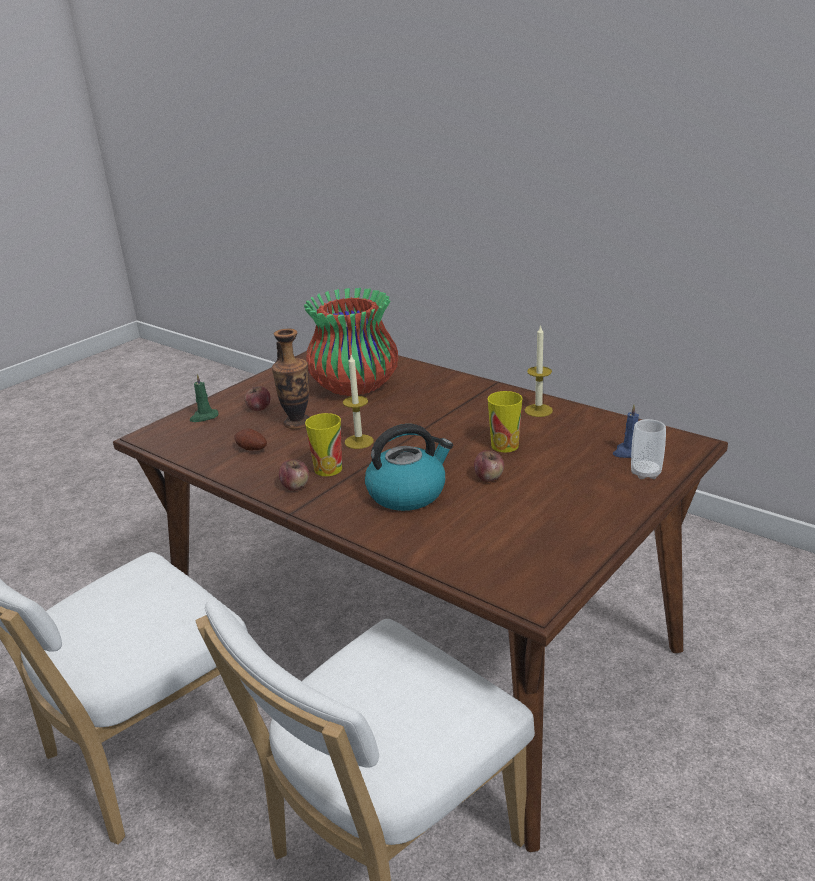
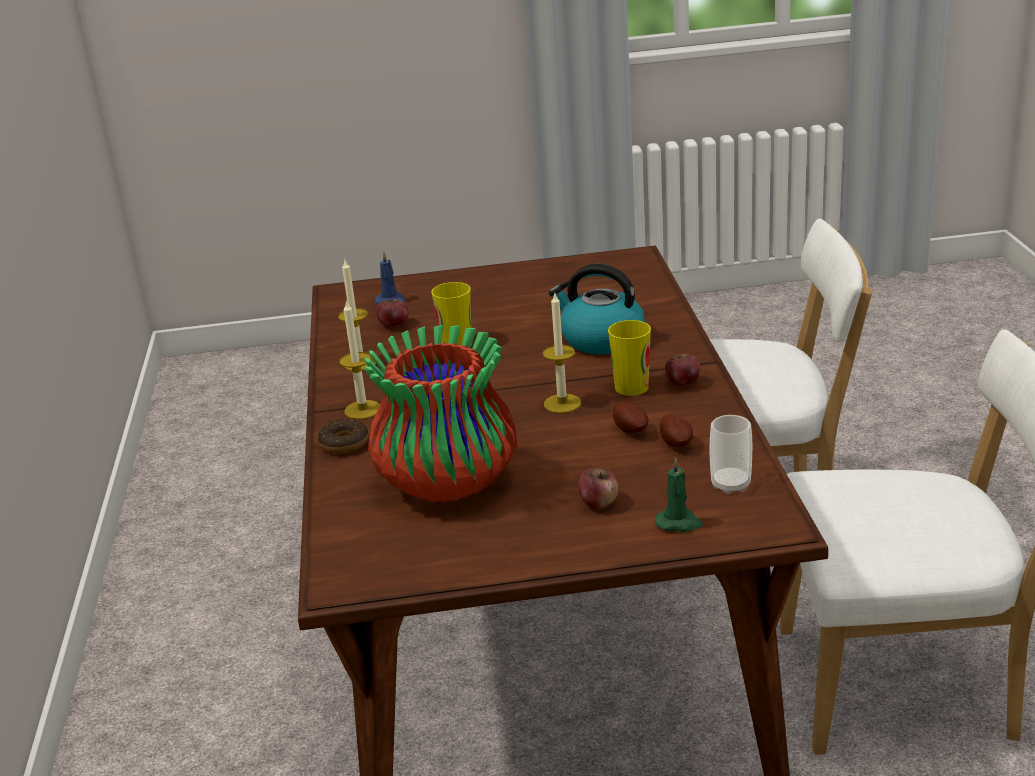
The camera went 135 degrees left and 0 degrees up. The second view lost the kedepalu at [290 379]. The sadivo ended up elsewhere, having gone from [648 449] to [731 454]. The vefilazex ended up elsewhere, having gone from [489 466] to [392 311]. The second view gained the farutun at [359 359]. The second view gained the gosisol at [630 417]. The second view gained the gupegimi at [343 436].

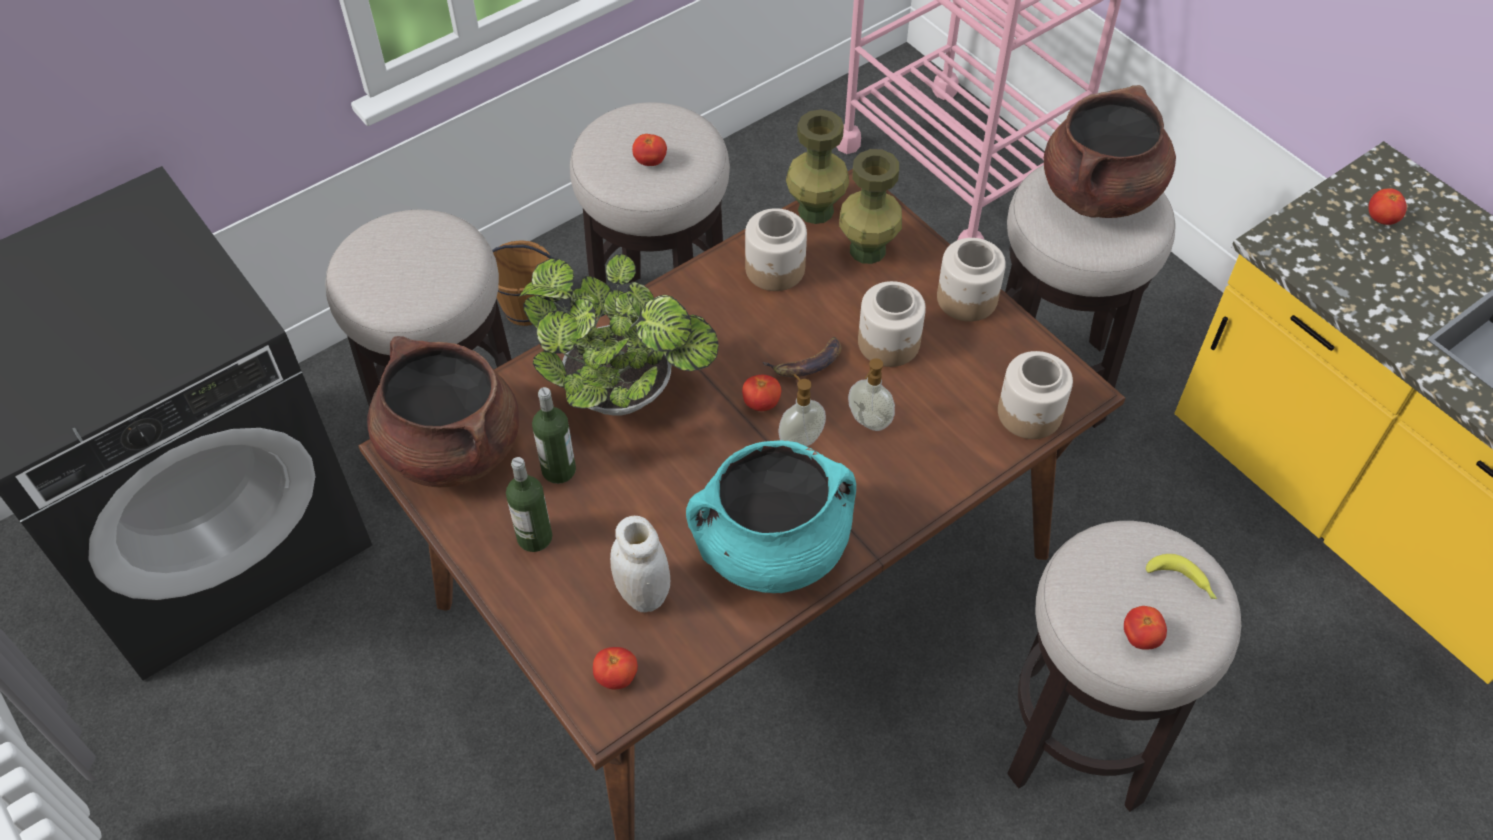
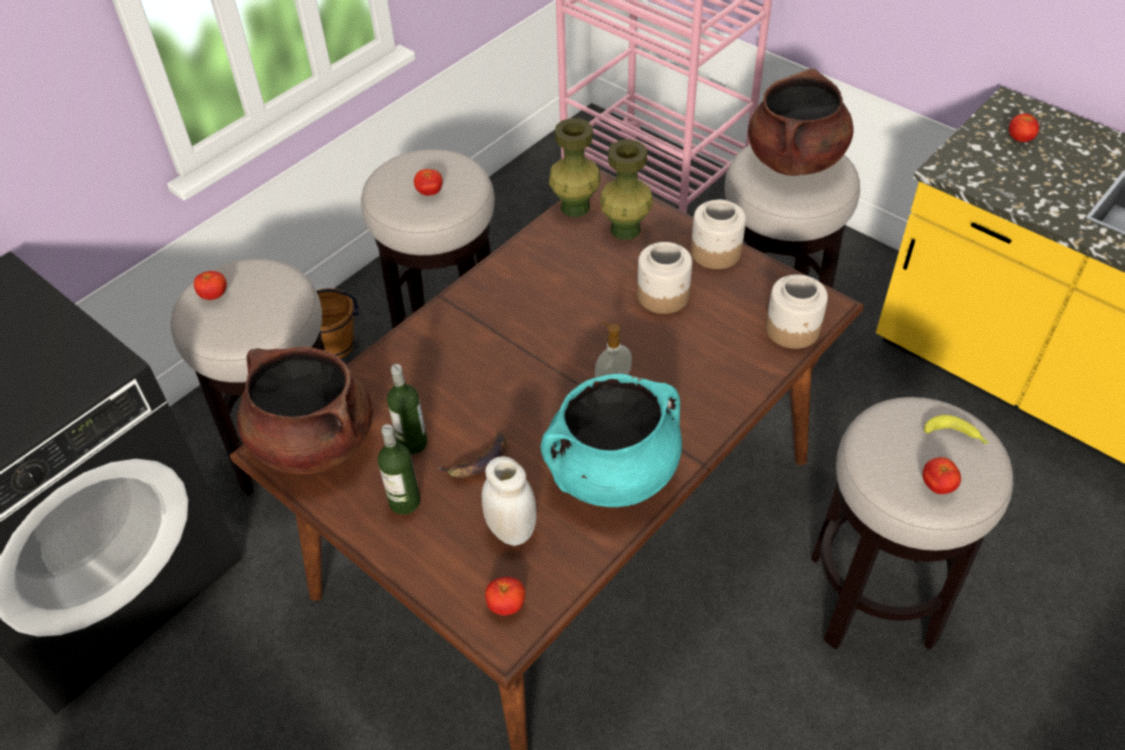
The camera went 10 degrees left and 5 degrees down. The second view lost the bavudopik at [776 249]. The second view lost the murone at [618 335]. The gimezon ended up elsewhere, having gone from [802 357] to [472 455]. The second view lost the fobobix at [871 394]. The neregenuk ended up elsewhere, having gone from [761 393] to [210 285].

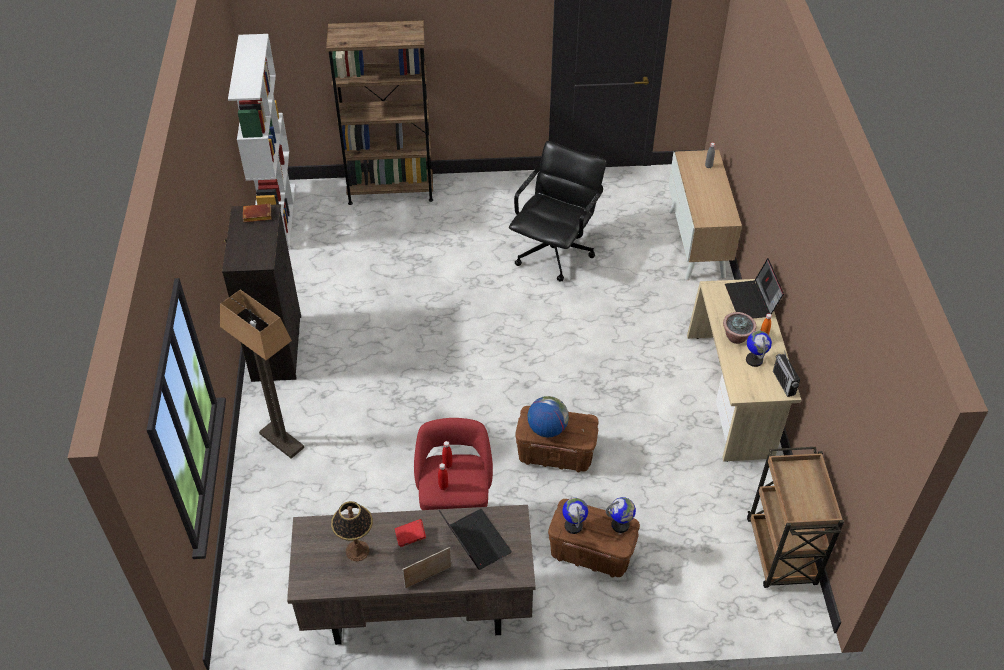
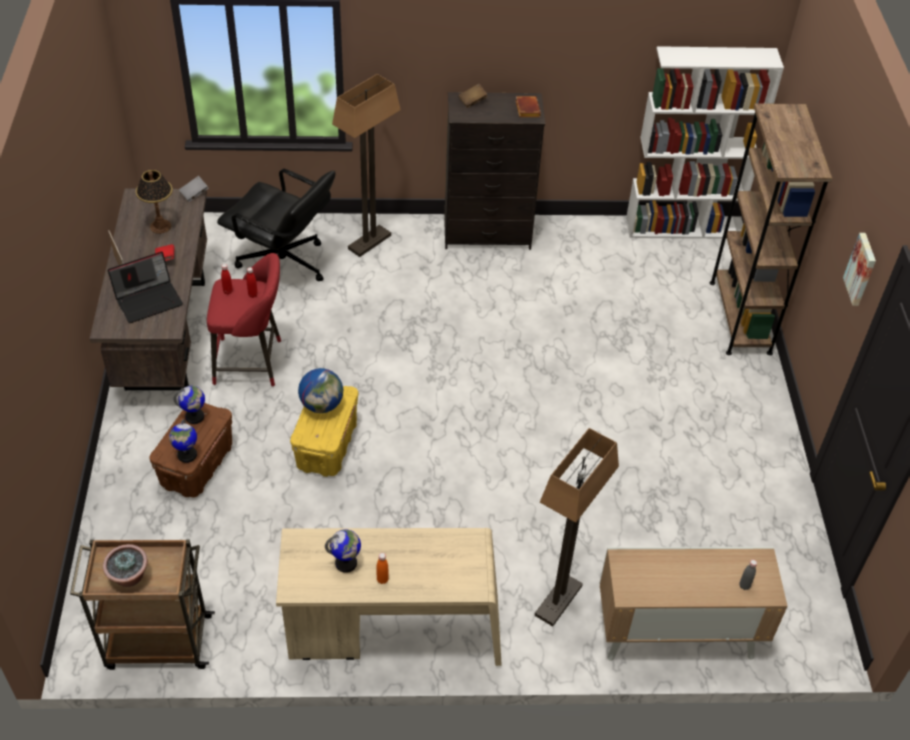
The camera went 90 degrees right and 0 degrees up. The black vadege ended up elsewhere, having gone from [558 211] to [276 225]. The second view lost the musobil at [754 288]. The murone ended up elsewhere, having gone from [739 328] to [125 565]. The second view lost the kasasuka at [786 375]. What was the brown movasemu at [557 439] turned into the yellow movasemu at [324 431]. The second view gained the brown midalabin at [473 96]. The second view gained the grey midalabin at [193 189]. The second view gained the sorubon at [859 269]. The second view gained the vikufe at [577 527].

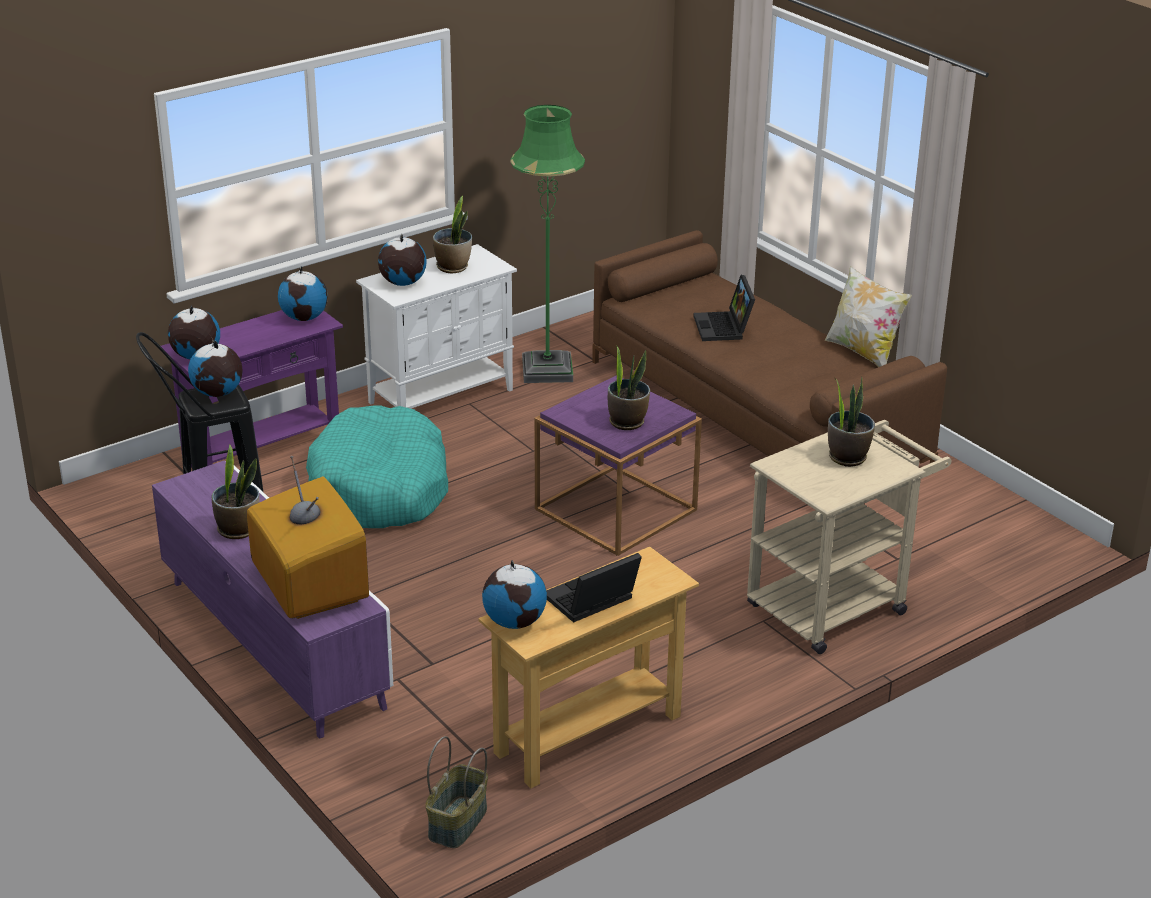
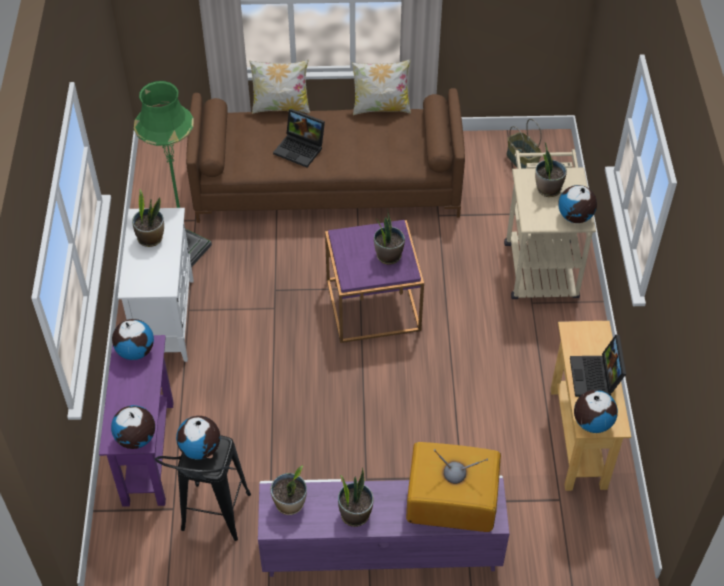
The camera went 55 degrees left and 20 degrees up. The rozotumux ended up elsewhere, having gone from [402 260] to [577 204]. The second view lost the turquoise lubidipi at [377 466]. The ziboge ended up elsewhere, having gone from [456 792] to [524 144]. The second view gained the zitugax at [279 87]. The second view gained the murone at [288 490].

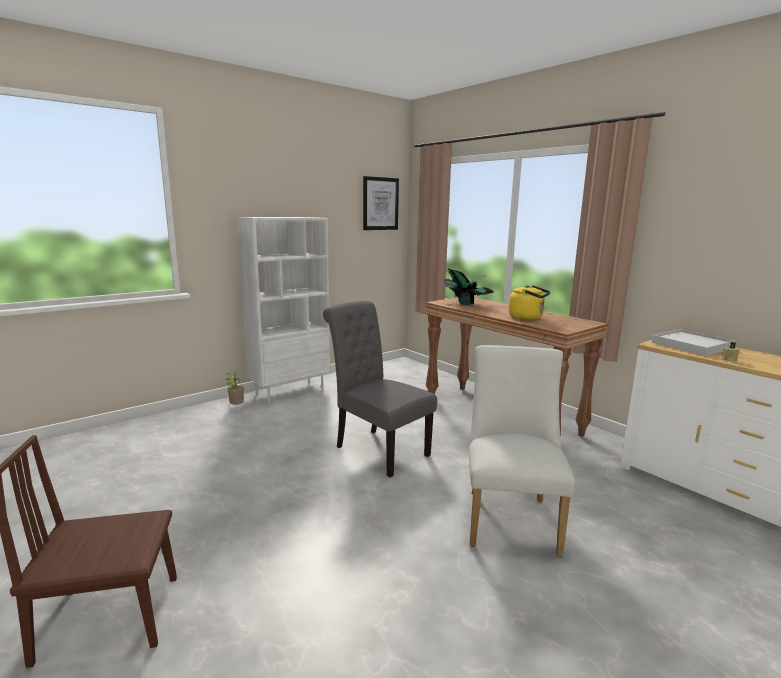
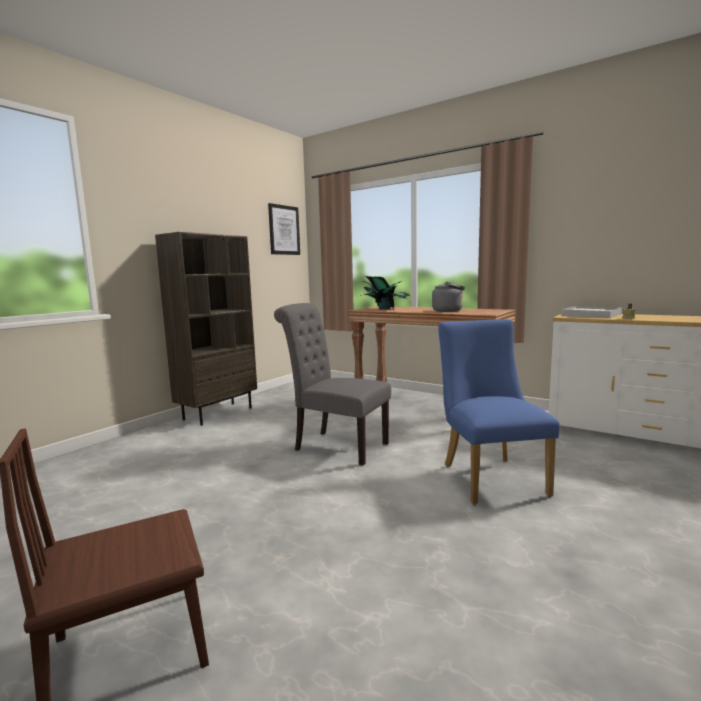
The camera went 15 degrees left and 5 degrees down. What was the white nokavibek at [283 310] turned into the brown nokavibek at [206 329]. What was the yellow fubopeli at [529 302] turned into the grey fubopeli at [448 297]. What was the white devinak at [522 450] turned into the blue devinak at [499 412]. The second view lost the murone at [235 388].

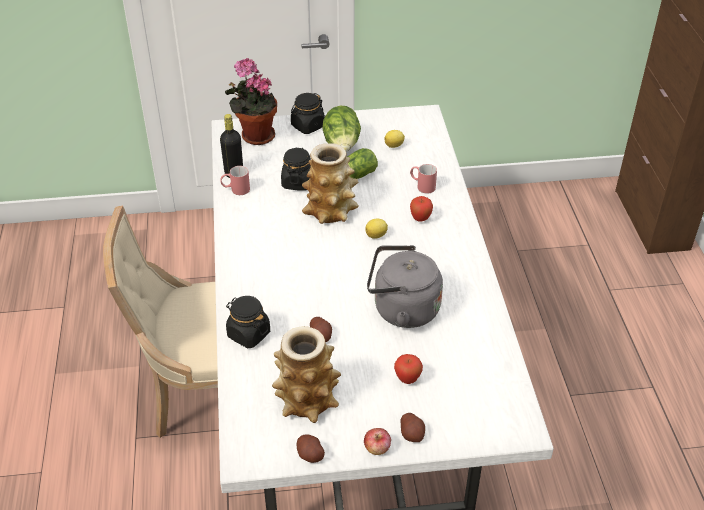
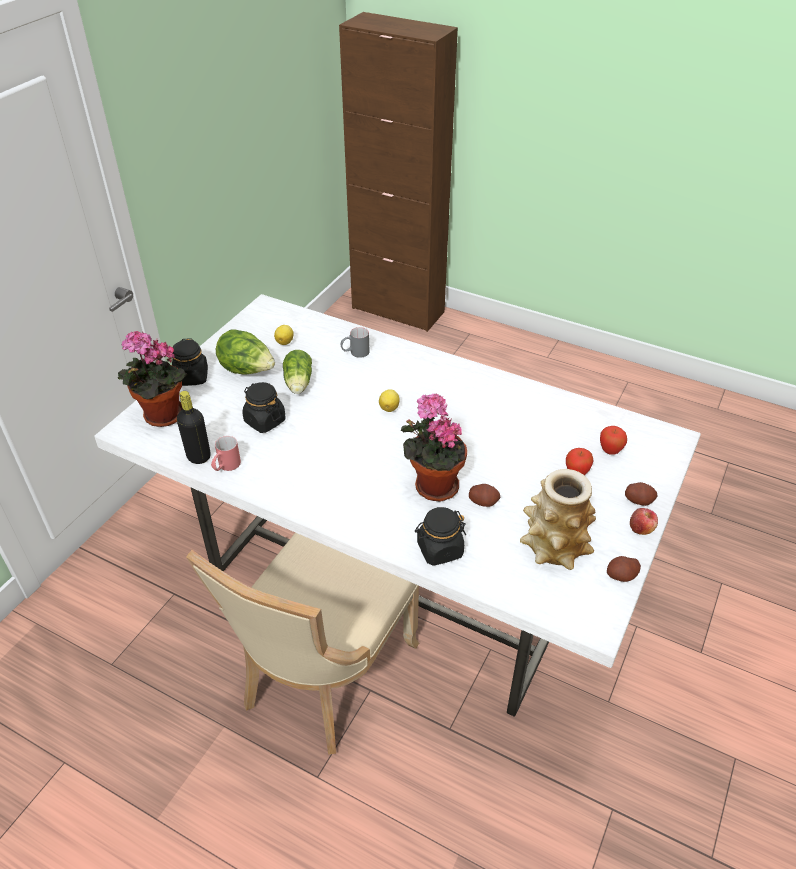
The camera went 55 degrees left and 0 degrees up. The second view lost the kedepalu at [330 183]. What was the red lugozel at [423 179] turned into the grey lugozel at [355 342]. The vefilazex ended up elsewhere, having gone from [421 208] to [613 440]. The second view lost the grey fubopeli at [405 286]. The second view gained the murone at [434 448].

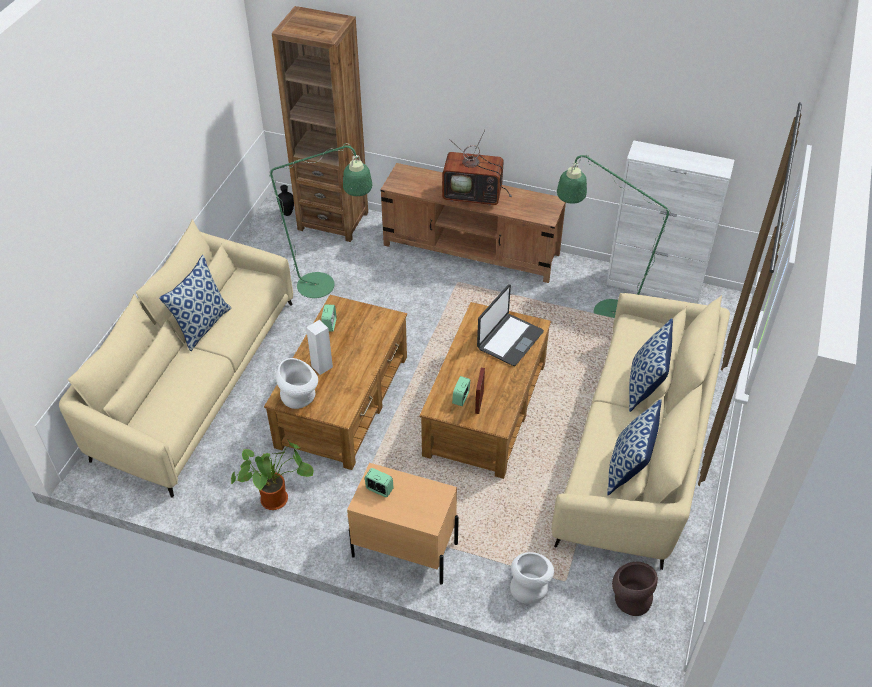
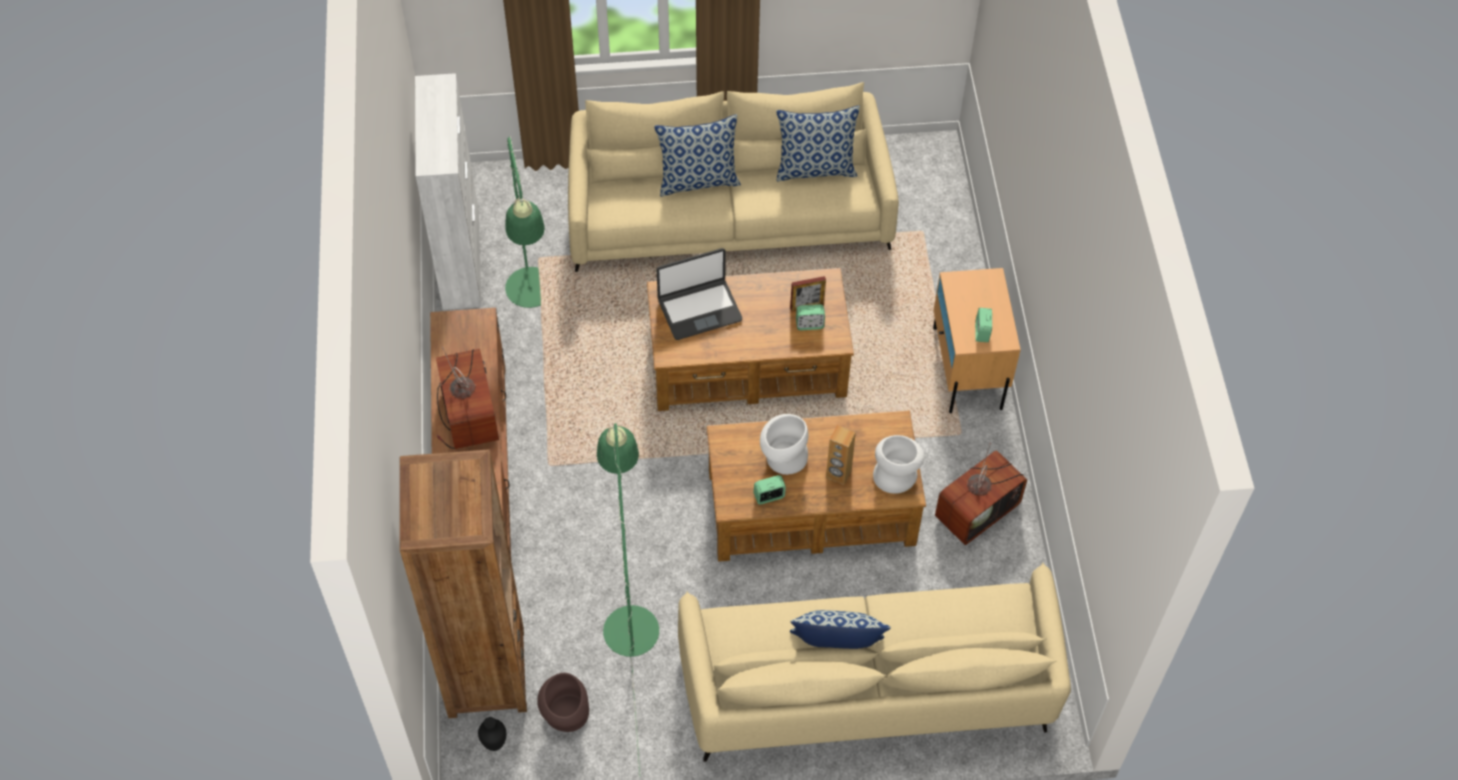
The camera went 115 degrees left and 10 degrees up. The musobil at [510 325] ended up facing another way, 150 degrees clockwise from before. What was the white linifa at [319 347] turned into the brown linifa at [841 455]. Where the murone stood at [272 474], the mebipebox came to stand at [981 494]. The white kedepalu ended up elsewhere, having gone from [532 578] to [784 444]. The brown kedepalu ended up elsewhere, having gone from [635 589] to [563 702].

